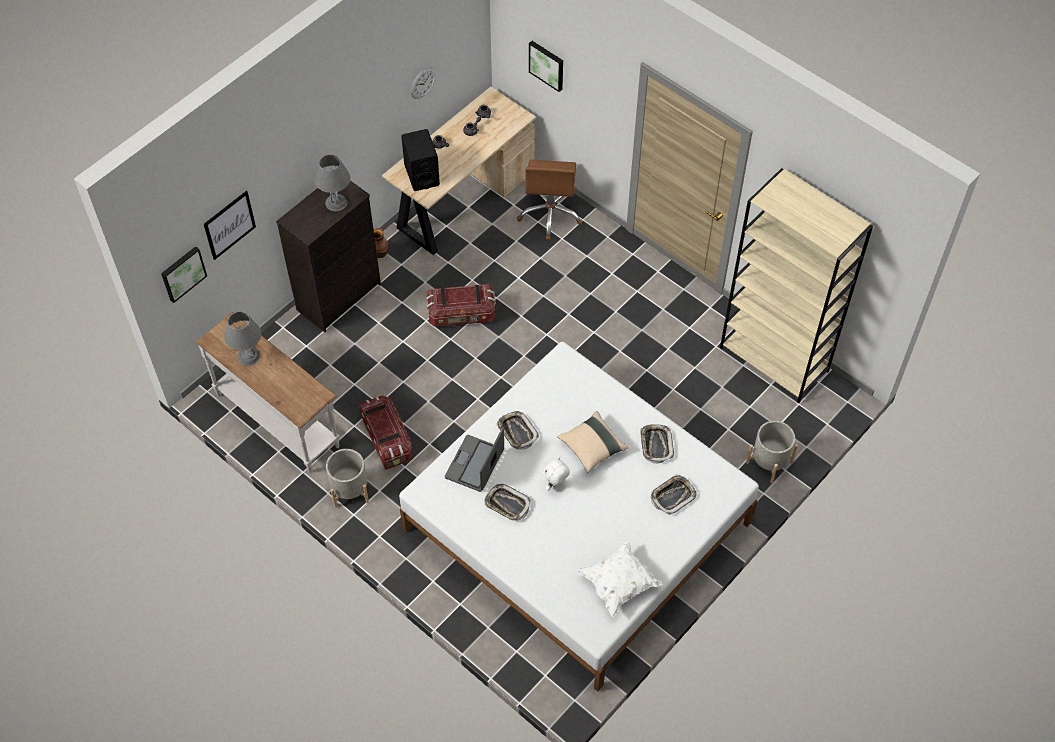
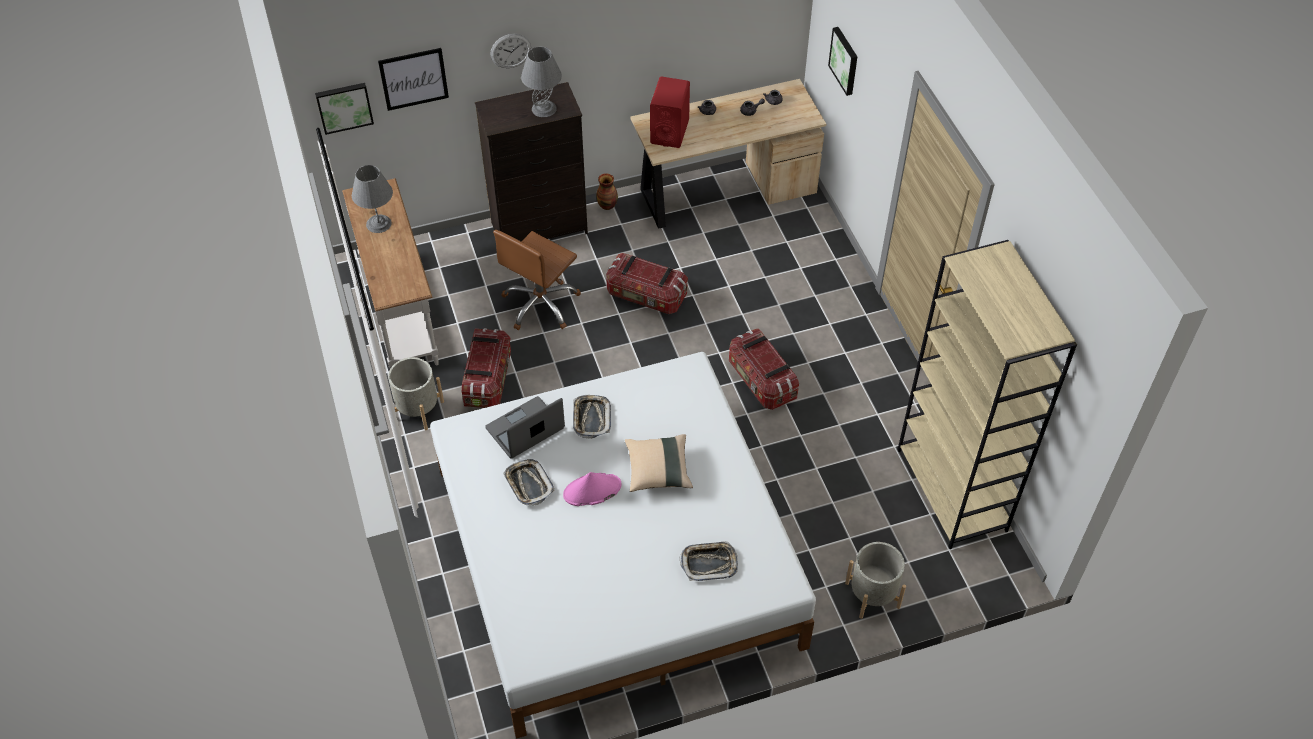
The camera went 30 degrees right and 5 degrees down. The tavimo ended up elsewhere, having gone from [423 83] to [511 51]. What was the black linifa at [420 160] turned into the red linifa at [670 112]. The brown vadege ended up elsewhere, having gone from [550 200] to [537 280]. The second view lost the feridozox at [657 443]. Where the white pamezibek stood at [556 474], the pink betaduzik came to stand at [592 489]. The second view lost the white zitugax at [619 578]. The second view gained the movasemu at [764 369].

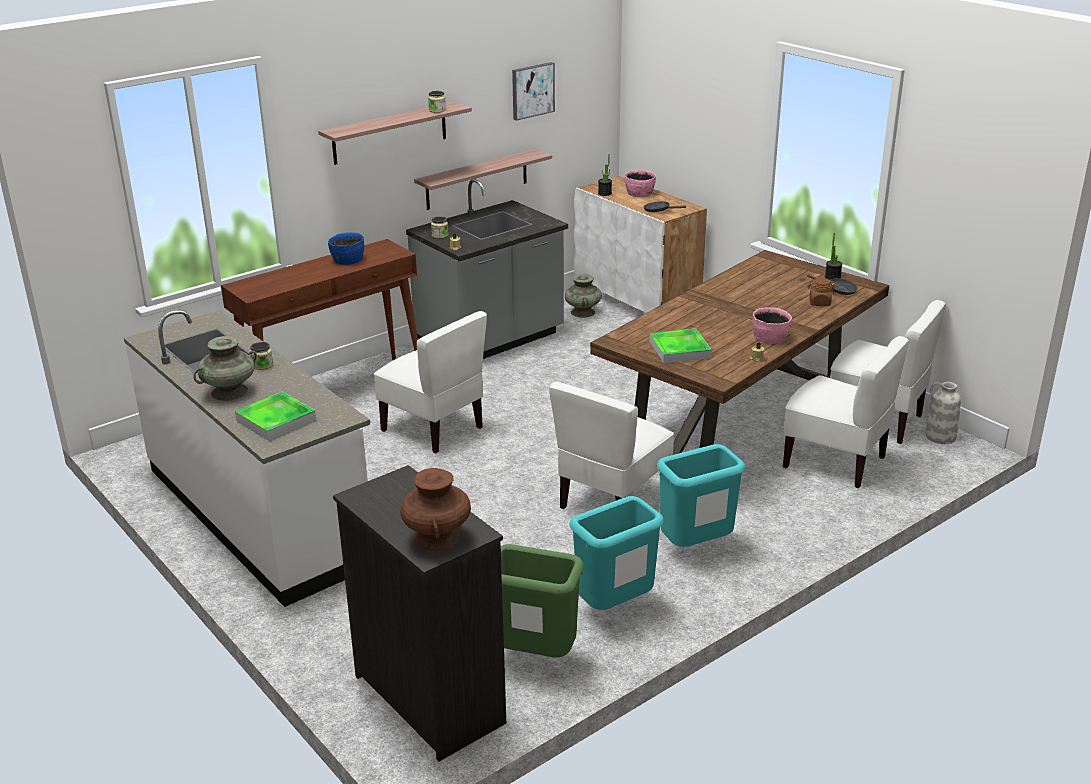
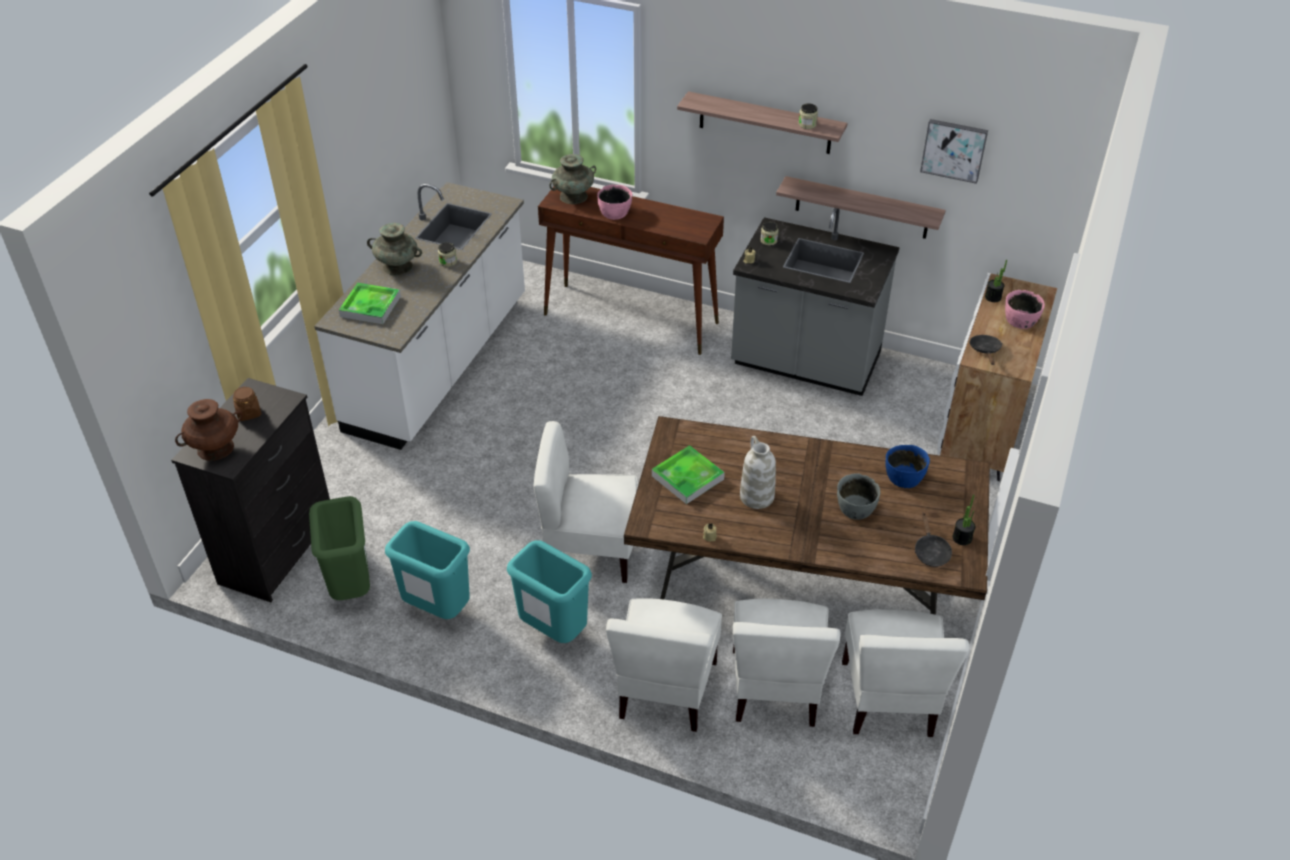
The camera went 60 degrees right and 15 degrees up. The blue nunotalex ended up elsewhere, having gone from [346 248] to [907 466]. The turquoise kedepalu ended up elsewhere, having gone from [583 296] to [573 179]. The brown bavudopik ended up elsewhere, having gone from [821 292] to [247 404]. The pink nunotalex ended up elsewhere, having gone from [772 325] to [614 202]. The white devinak ended up elsewhere, having gone from [430 382] to [664 665]. The white kedepalu ended up elsewhere, having gone from [943 413] to [758 472]. The second view gained the grey nunotalex at [858 496].

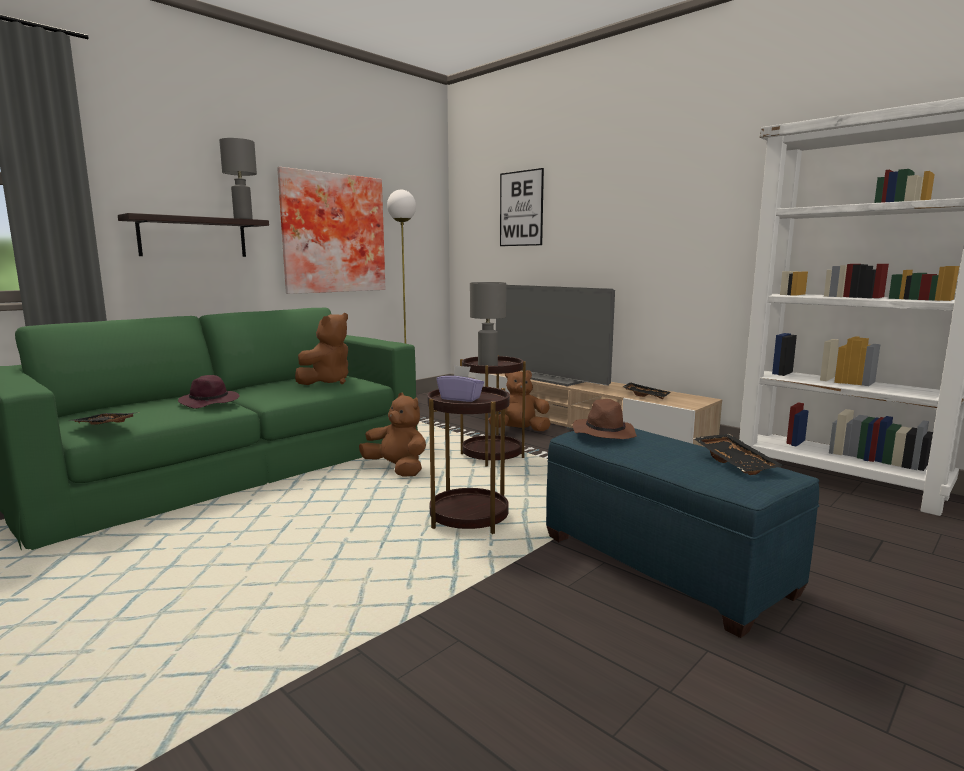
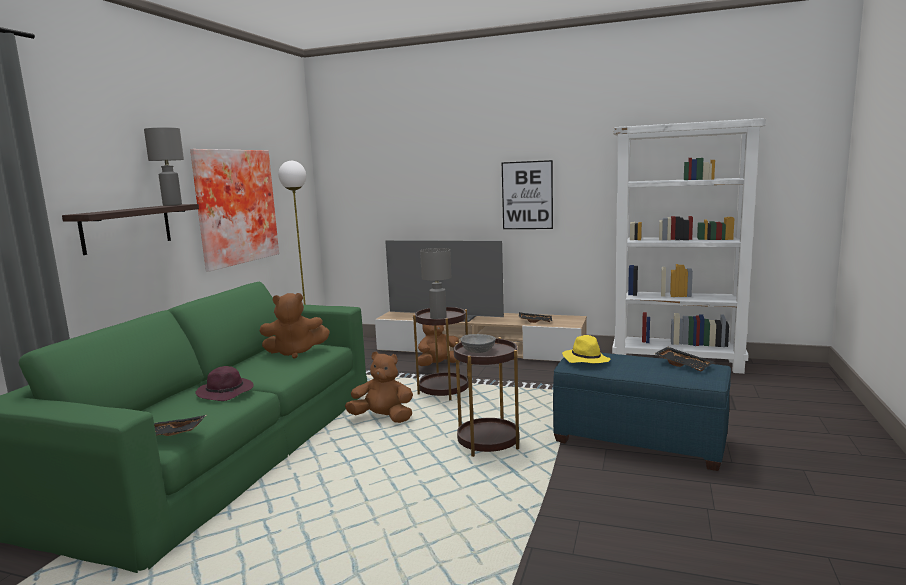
The camera went 25 degrees left and 0 degrees up. The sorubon ended up elsewhere, having gone from [522 207] to [527 194]. The brown pamezibek at [321 349] ended up facing another way, 75 degrees clockwise from before. Where the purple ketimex stood at [460 383], the grey nunotalex came to stand at [478 343]. What was the brown betaduzik at [605 419] turned into the yellow betaduzik at [586 349].

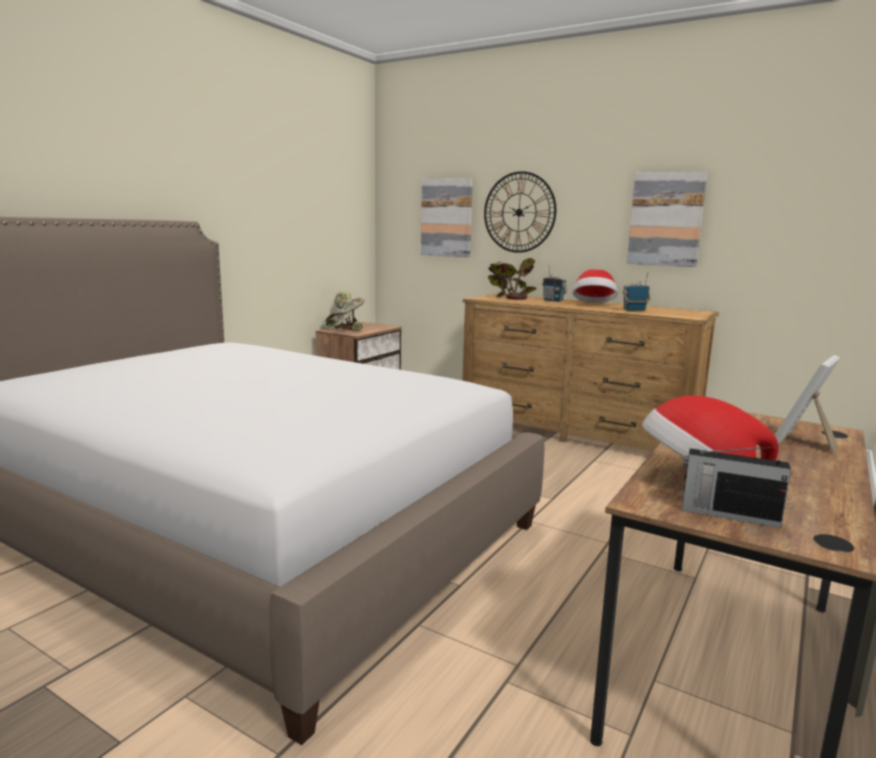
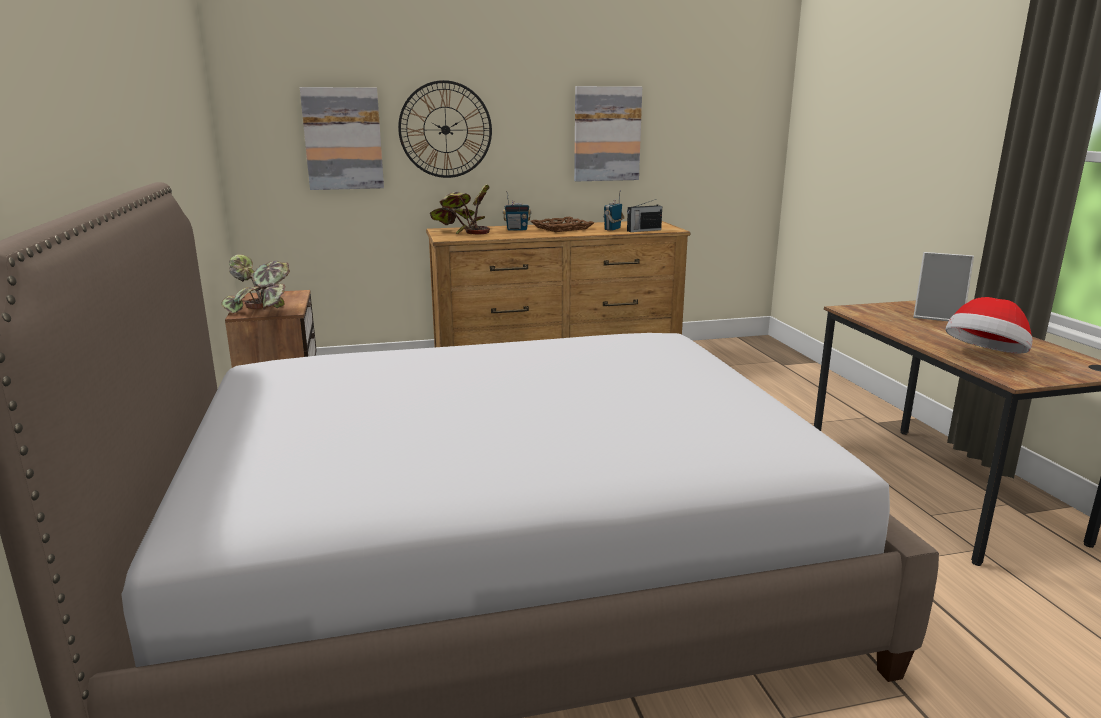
The camera went 45 degrees left and 5 degrees up. Where the betaduzik stood at [595 286], the brown feridozox came to stand at [562 224]. The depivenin at [807 404] ended up facing another way, 60 degrees counterclockwise from before. The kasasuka ended up elsewhere, having gone from [736 487] to [644 215].

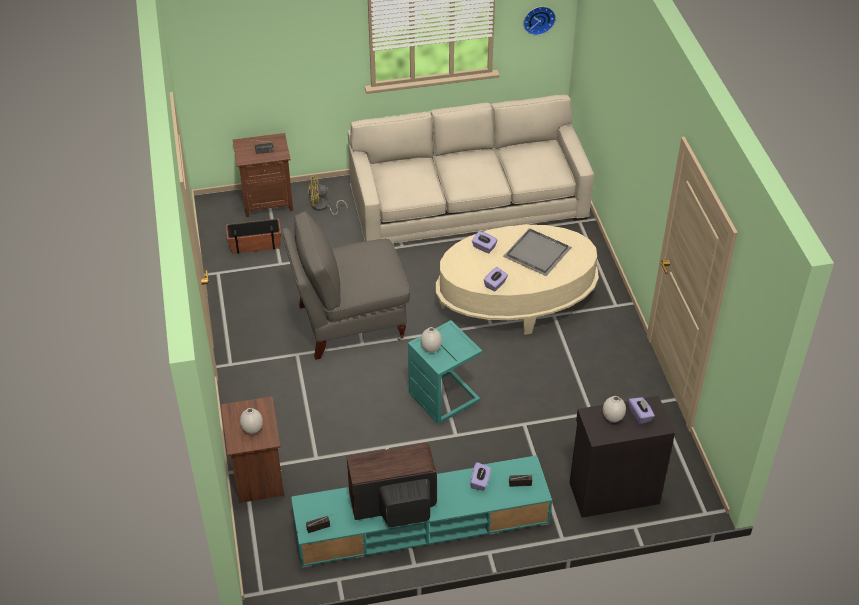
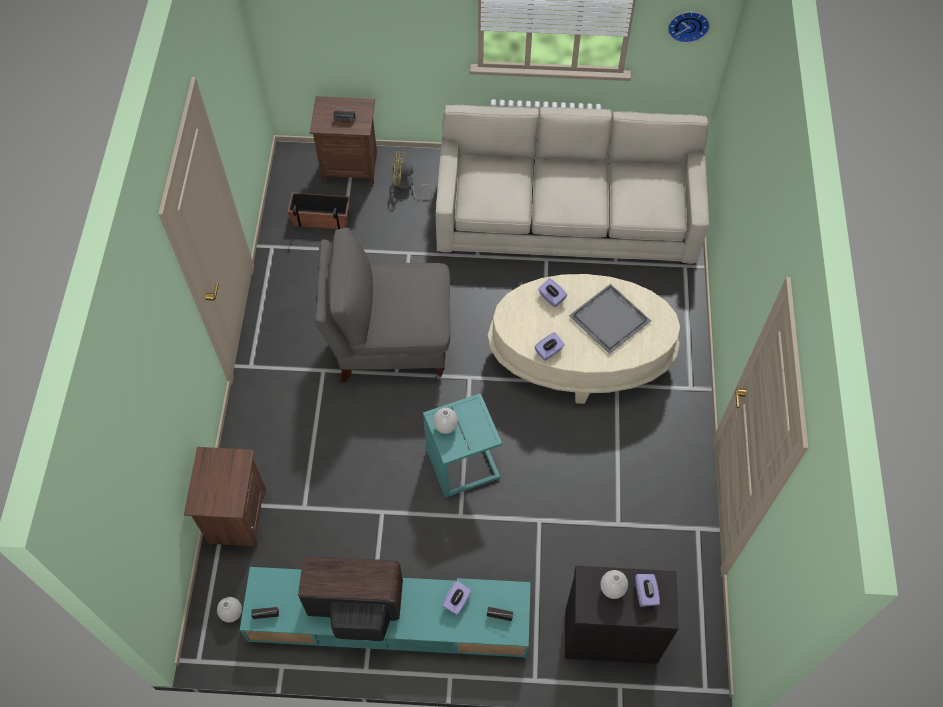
The camera went 15 degrees right and 15 degrees up. The white kedepalu ended up elsewhere, having gone from [251 421] to [229 610].

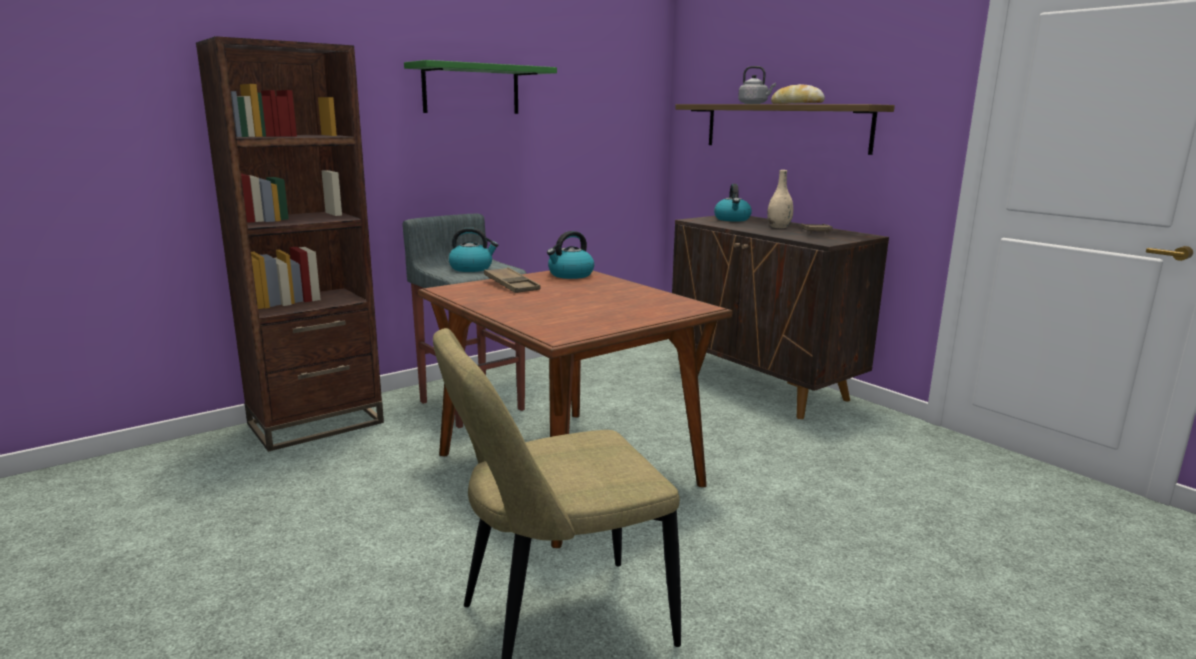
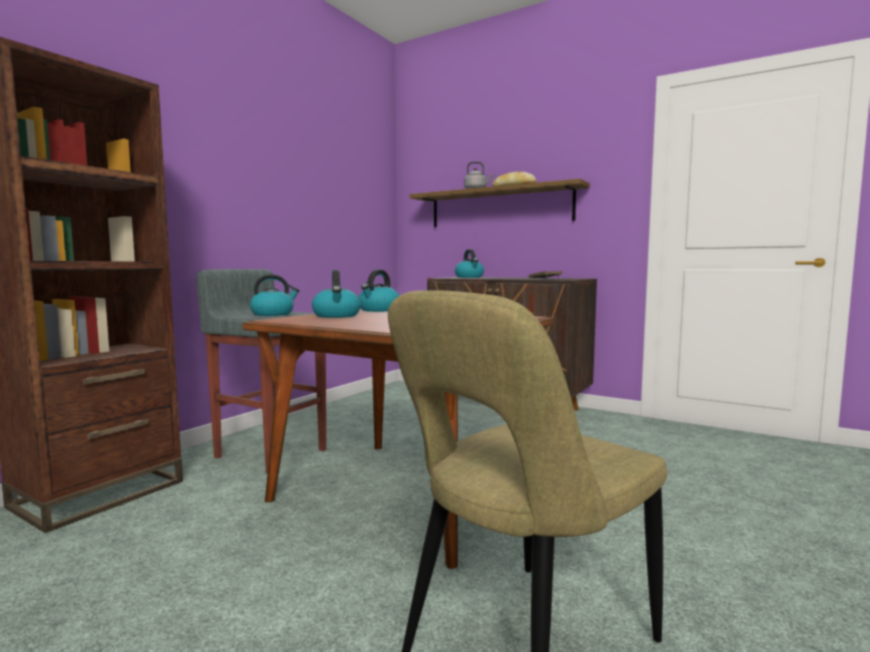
The camera went 20 degrees left and 10 degrees down. The second view lost the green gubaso at [480 87]. The second view lost the beige kedepalu at [780 199]. Where the brown feridozox stood at [512 280], the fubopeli came to stand at [336 294].

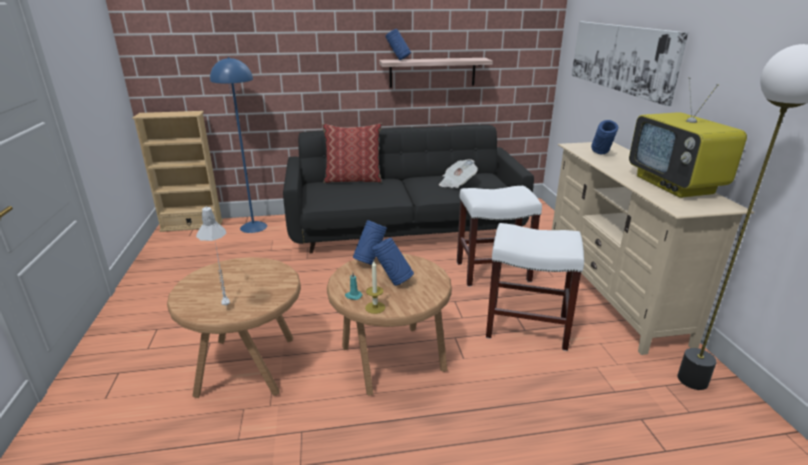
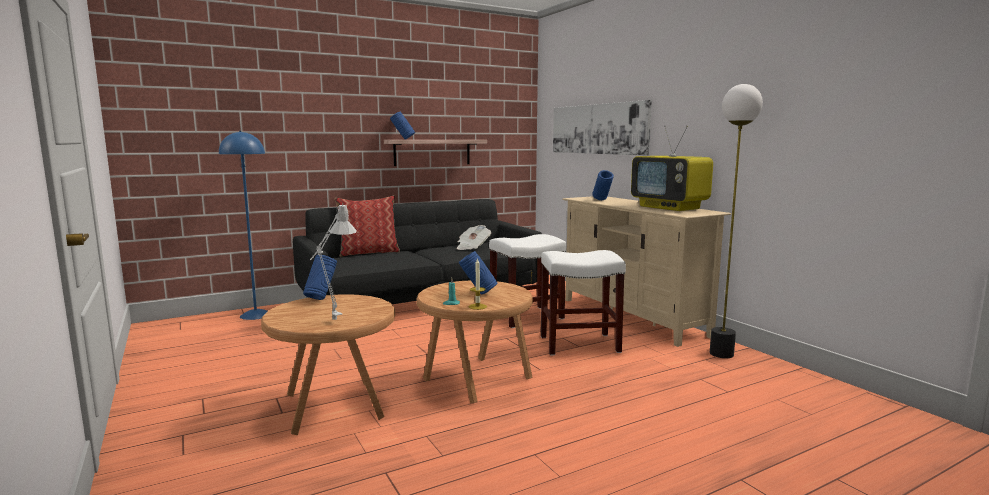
The camera went 20 degrees left and 15 degrees down. The second view lost the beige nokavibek at [177 171]. The blue kedepalu ended up elsewhere, having gone from [370 242] to [320 277].

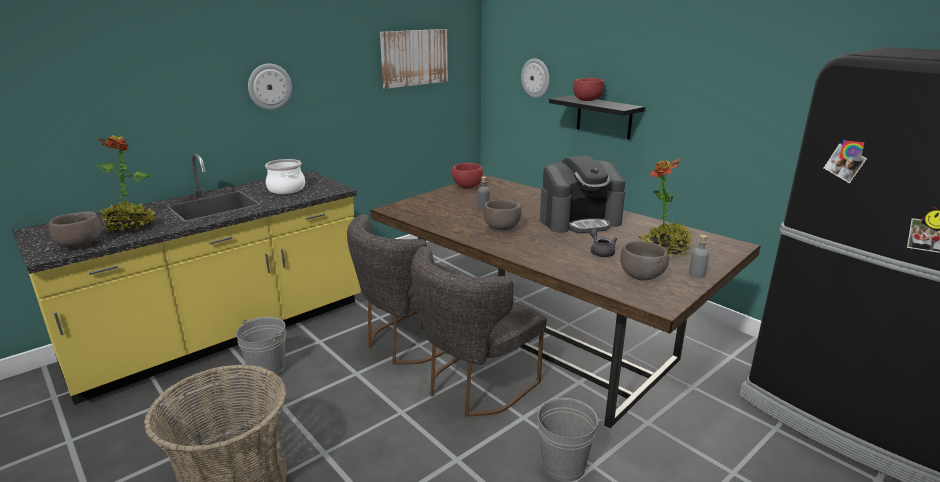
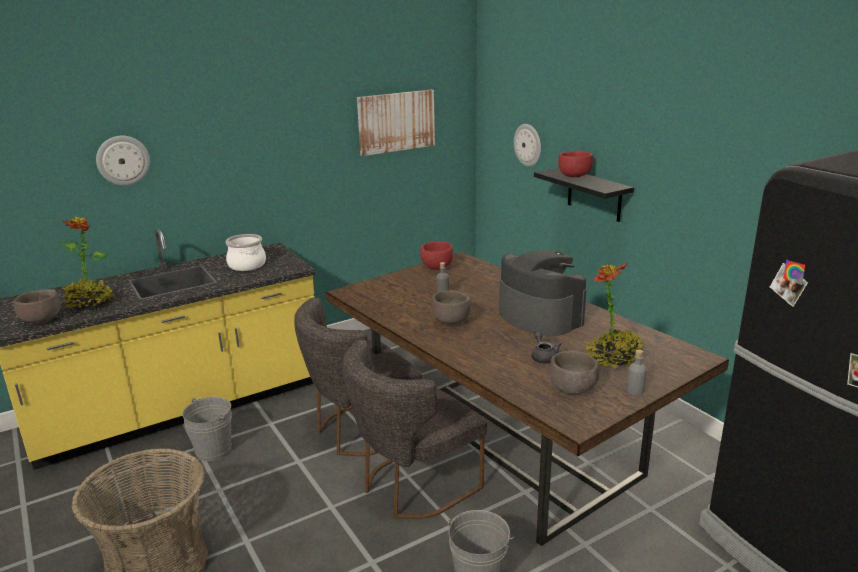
The camera went 10 degrees right and 0 degrees up. The tavimo ended up elsewhere, having gone from [270 87] to [123 161]. The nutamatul at [582 195] ended up facing another way, 120 degrees counterclockwise from before.

